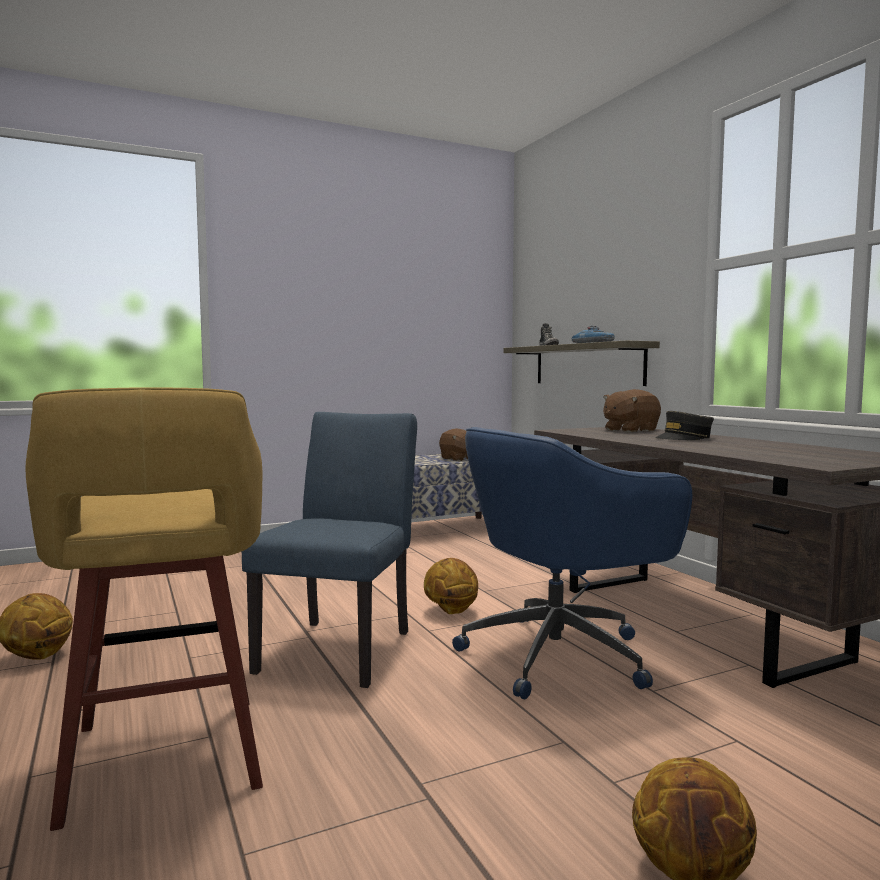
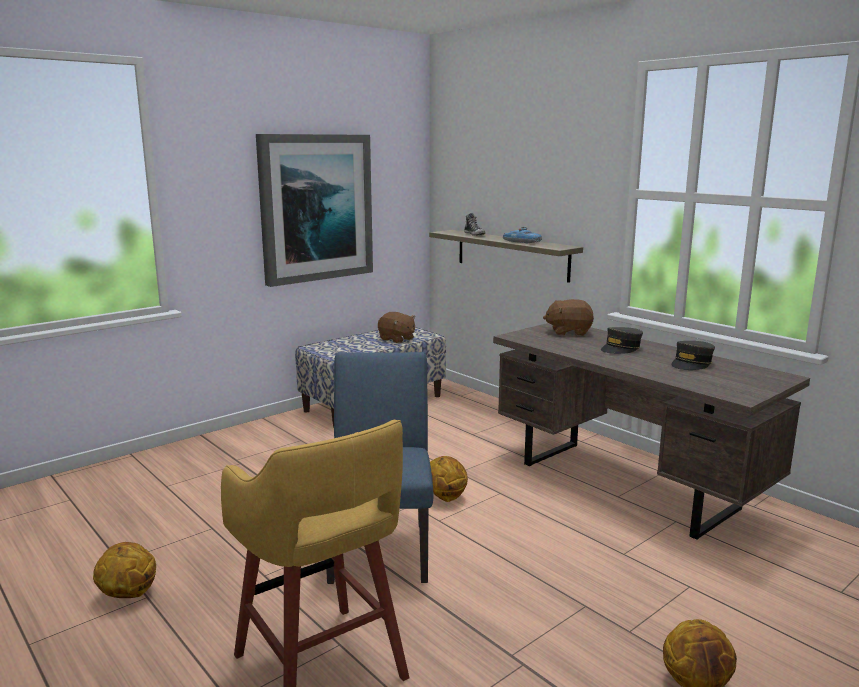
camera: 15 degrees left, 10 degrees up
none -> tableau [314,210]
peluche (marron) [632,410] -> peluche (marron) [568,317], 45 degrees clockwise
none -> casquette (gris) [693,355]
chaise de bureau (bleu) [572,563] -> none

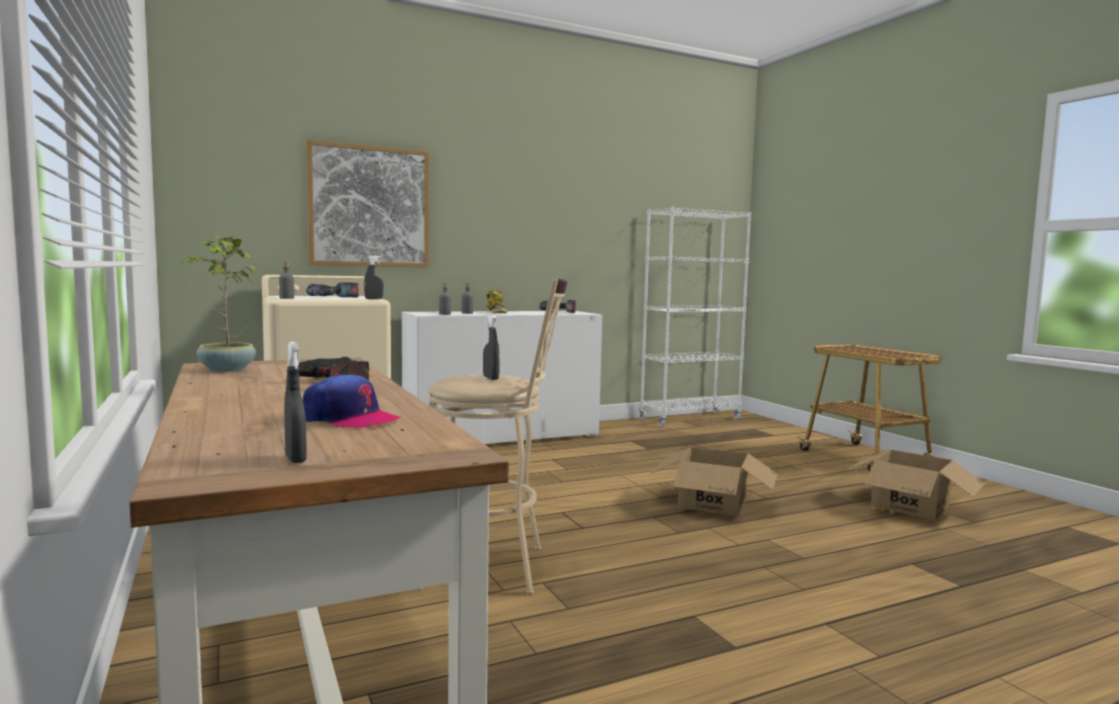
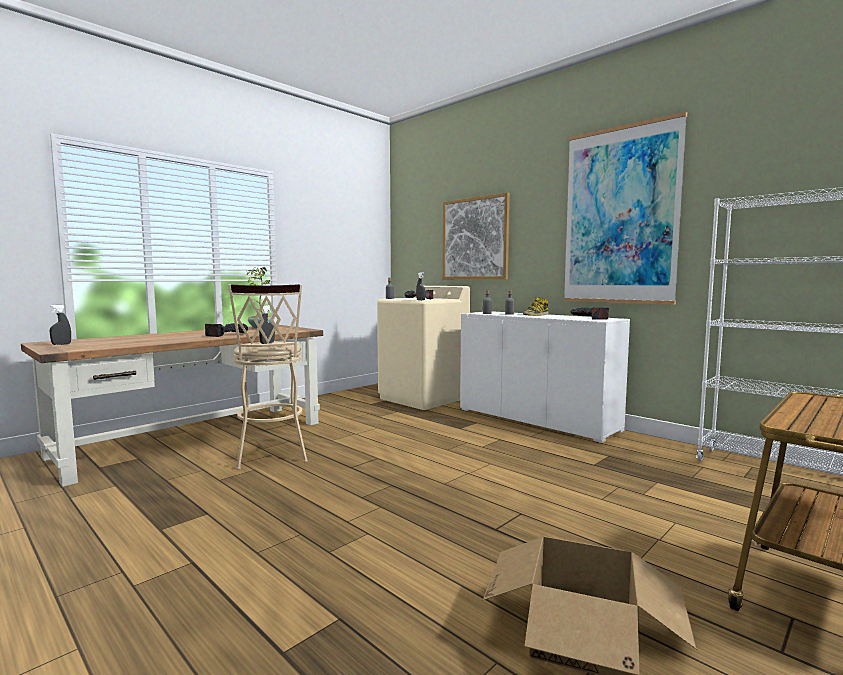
camera: 70 degrees right, 0 degrees up
none -> tableau [625,208]
casquette [352,401] -> none
carton [713,481] -> none

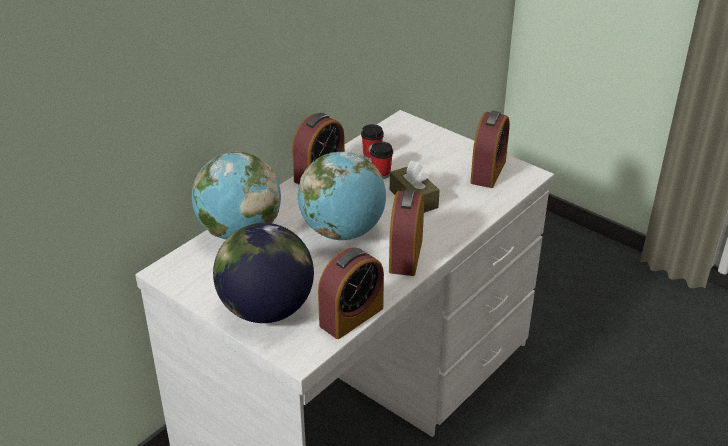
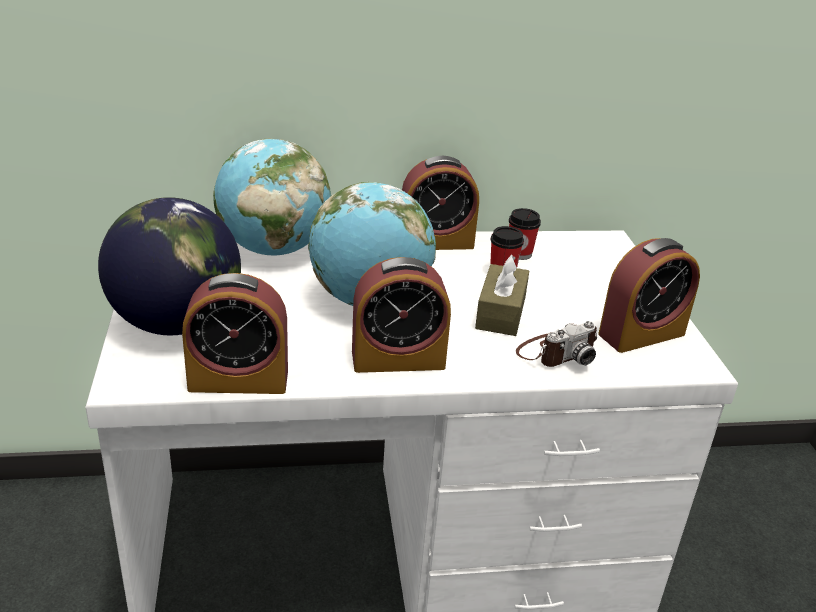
camera: 40 degrees right, 5 degrees down
réveil [406,232] -> réveil [401,315], 150 degrees counterclockwise
none -> appareil photo [556,344]

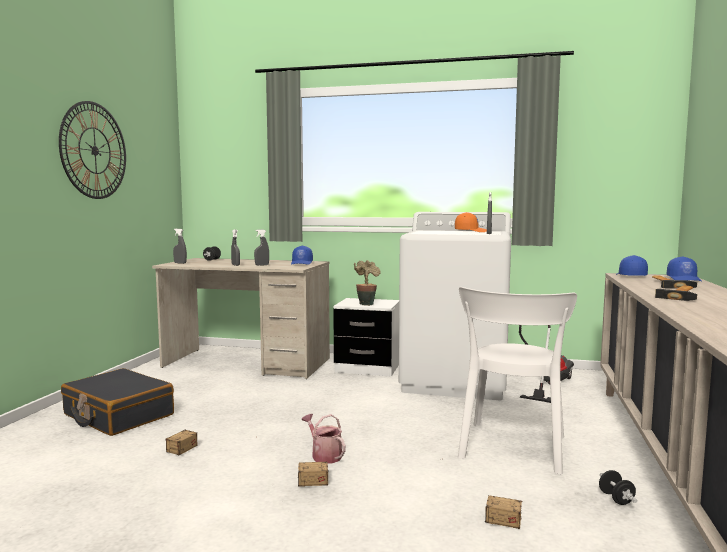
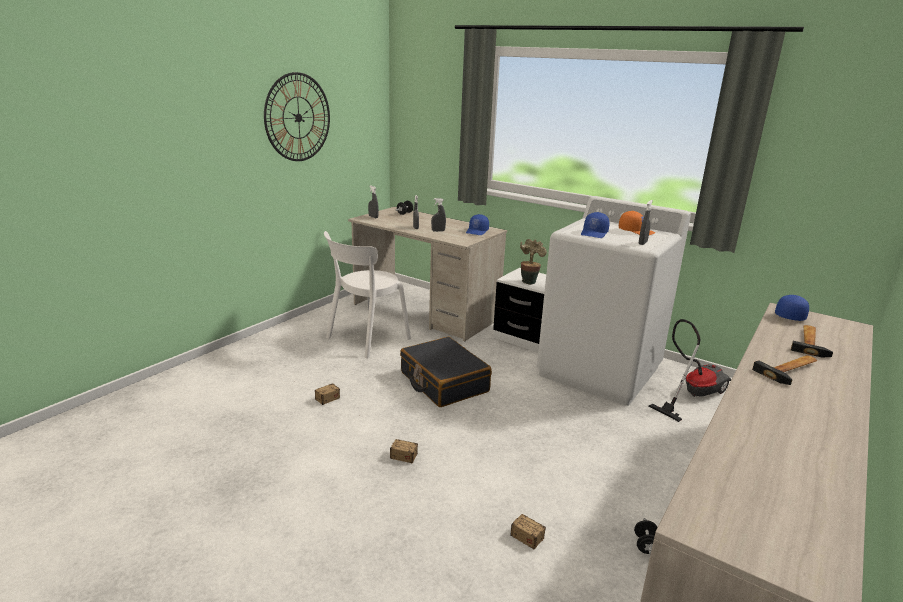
camera: 20 degrees right, 15 degrees up
chaise (blanc) [517,380] -> chaise (blanc) [367,294], relocated
valise (noir) [117,402] -> valise (noir) [446,372], relocated
casquette (bleu) [684,268] -> casquette (bleu) [595,225], relocated
arrosoir [324,439] -> none

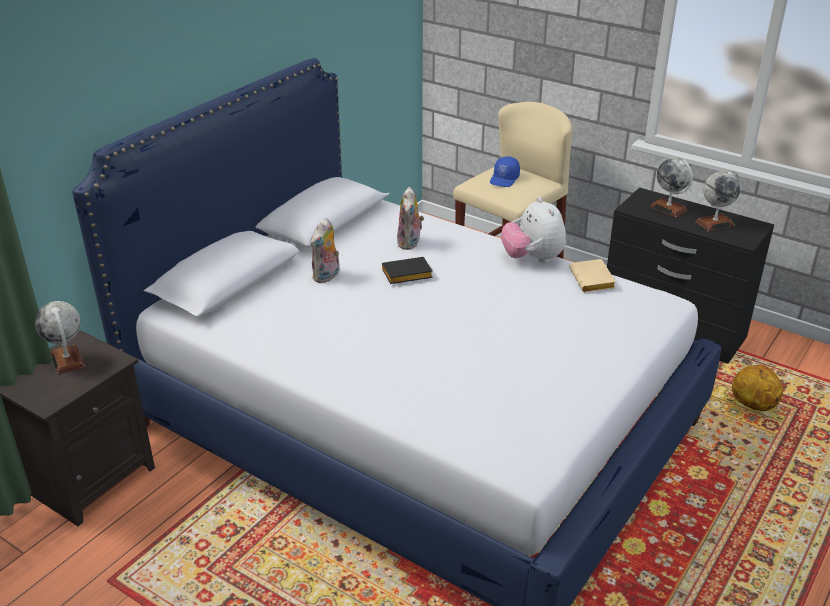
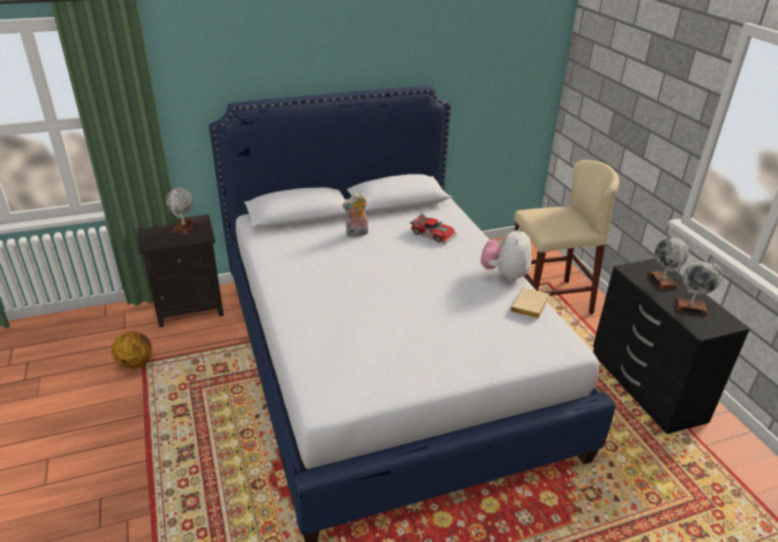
camera: 35 degrees right, 0 degrees up
ballon de basket [757,388] -> ballon de basket [131,350], relocated
peluche [410,218] -> petite voiture [433,229]
livre (noir) [407,270] -> none
casquette (bleu) [505,171] -> none

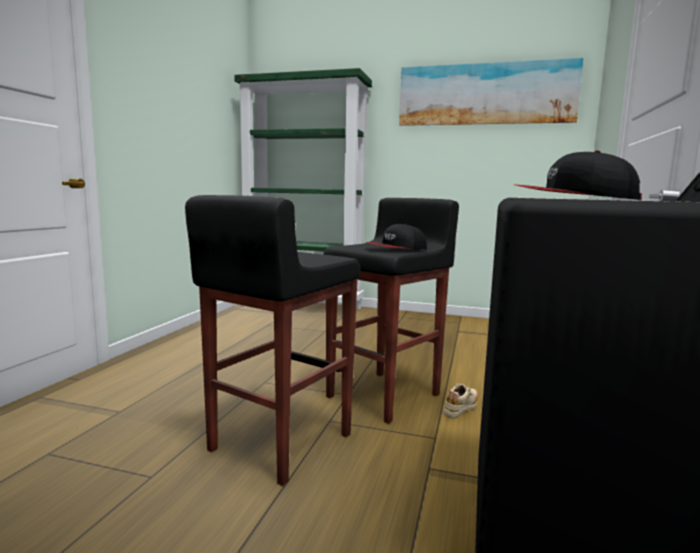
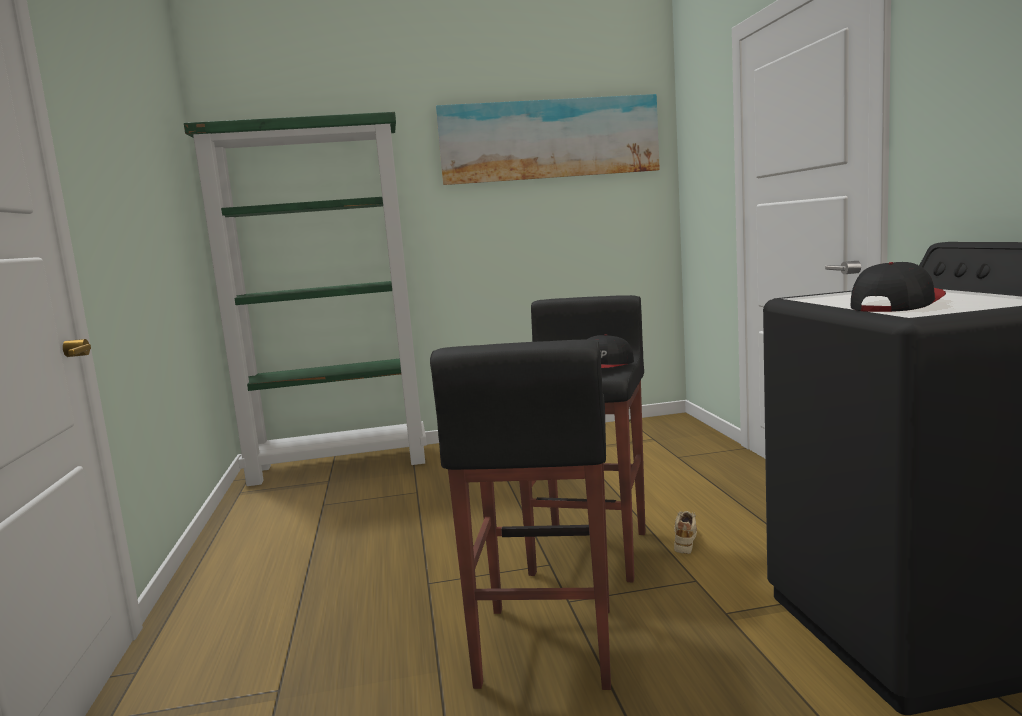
camera: 25 degrees left, 0 degrees up
casquette [579,175] -> casquette [898,287], 135 degrees clockwise

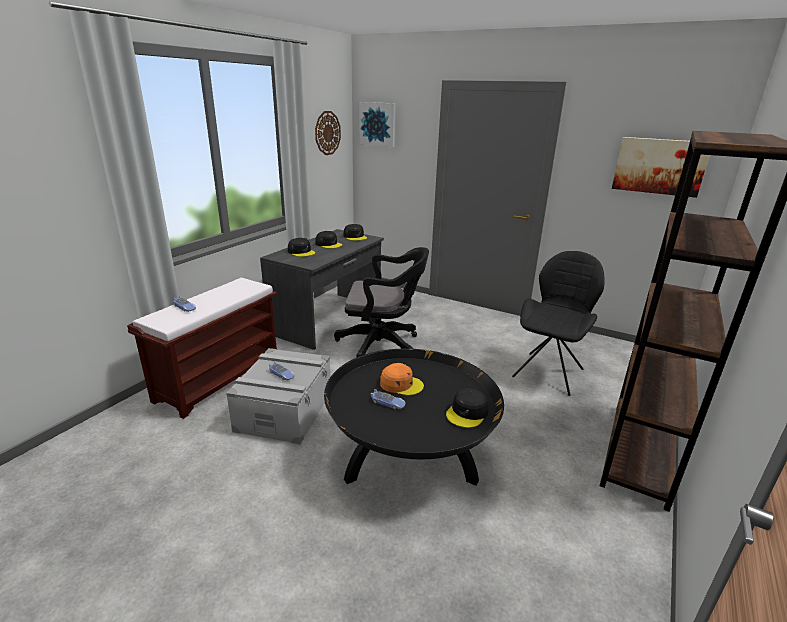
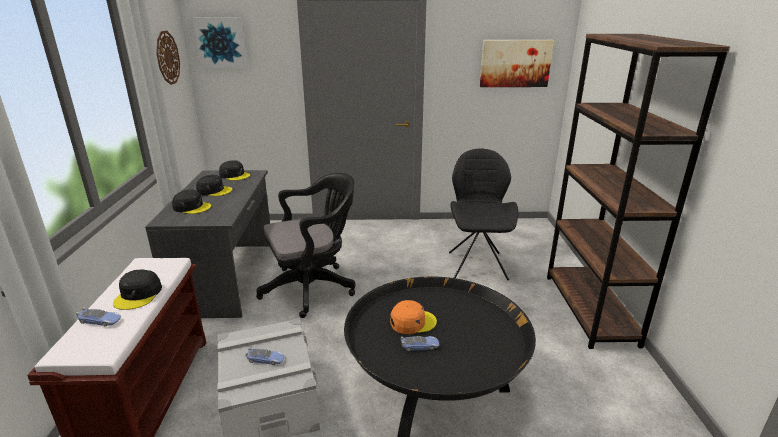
camera: 30 degrees left, 0 degrees up
casquette (noir) [467,408] -> casquette (noir) [137,290], relocated

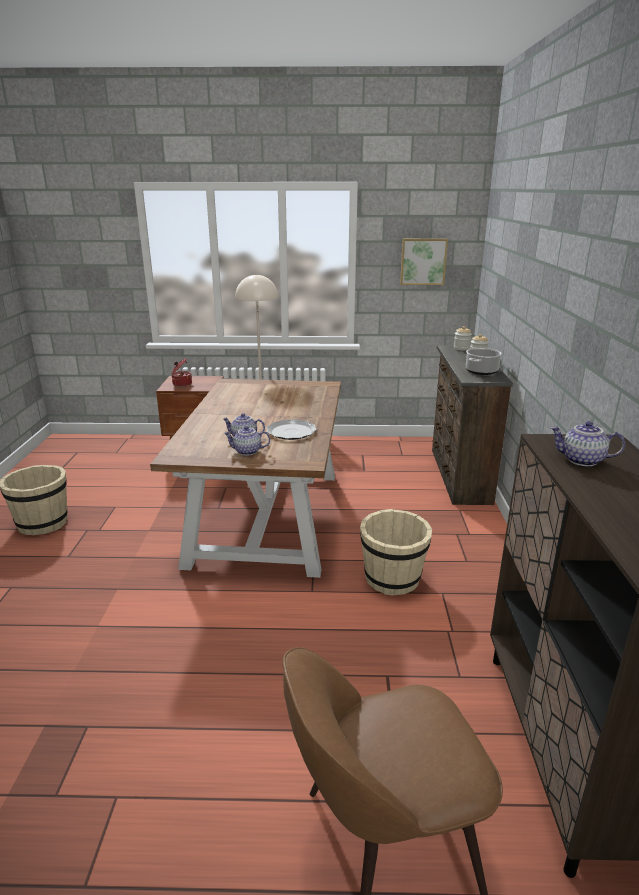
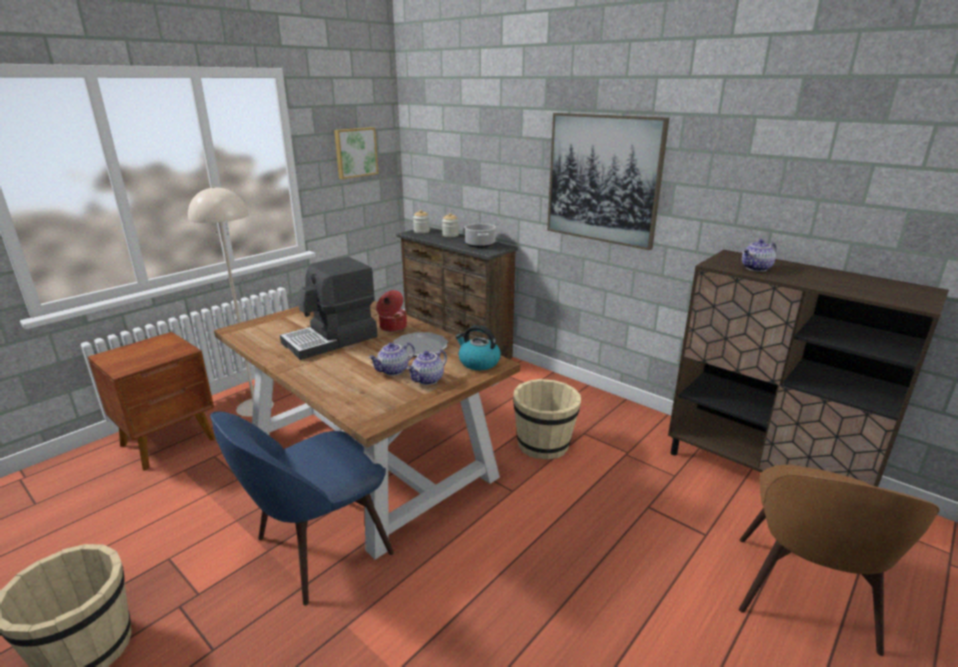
camera: 50 degrees left, 0 degrees up
none -> chaise (bleu) [302,508]
none -> machine à café [329,308]
marmite [181,372] -> marmite [392,311], relocated
none -> bouilloire [478,347]
none -> tableau [608,182]

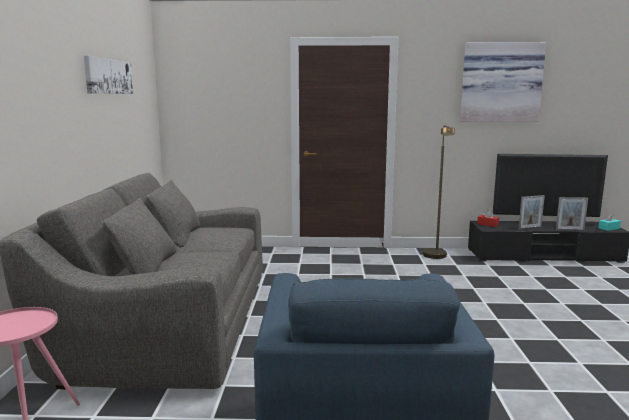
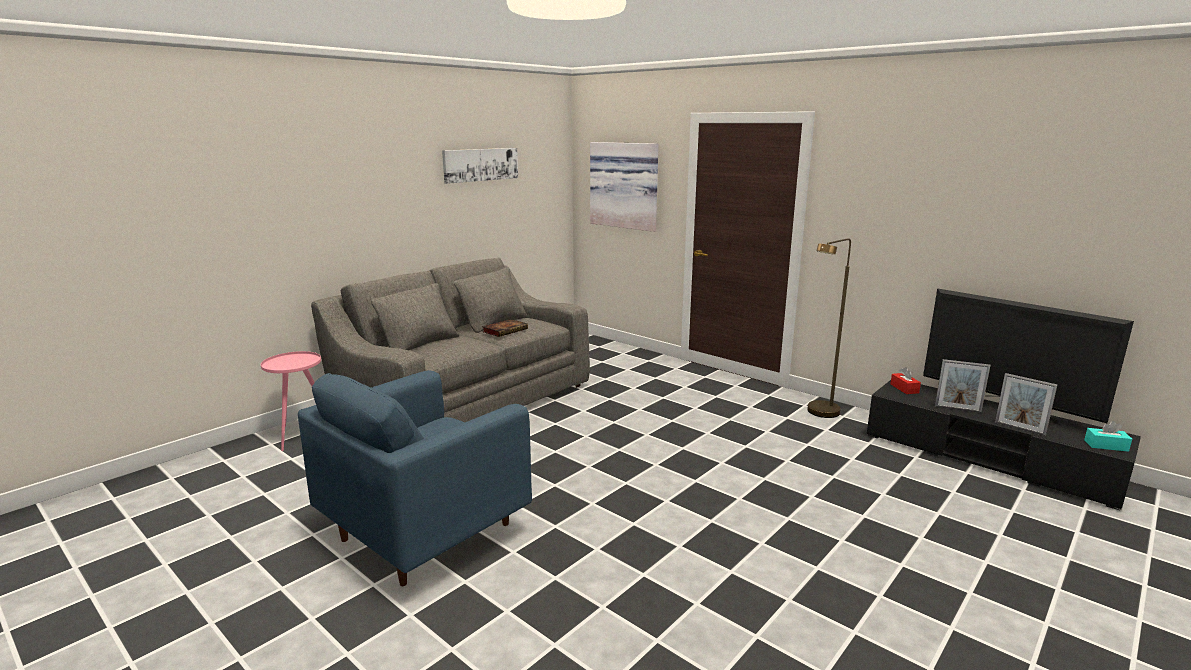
camera: 40 degrees right, 5 degrees up
none -> livre [505,328]
tableau [503,82] -> tableau [624,187], relocated

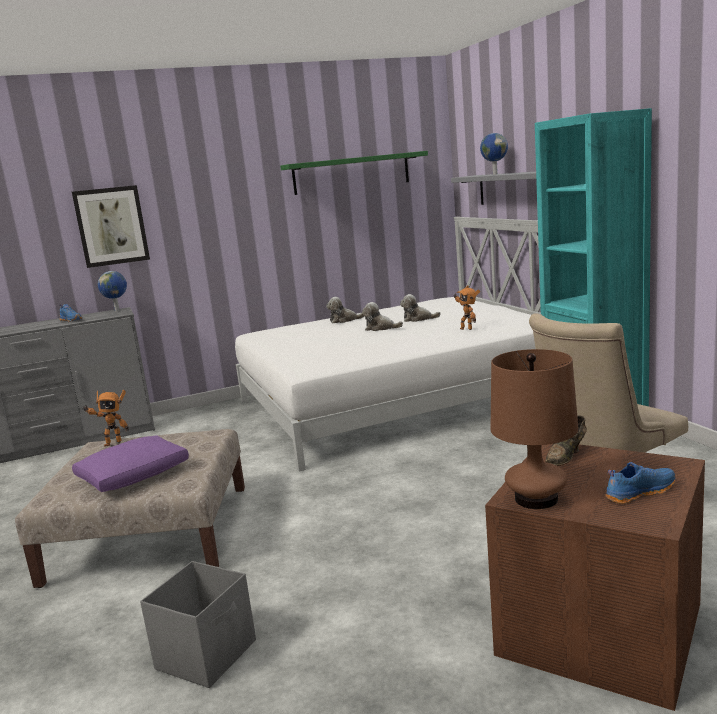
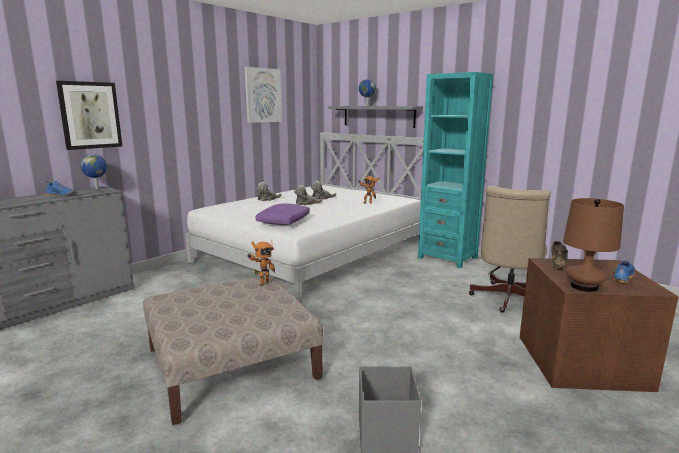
camera: 30 degrees left, 0 degrees up
étagère (vert) [354,173] -> tableau [263,95]
robot jouet [106,418] -> robot jouet [261,263], relocated
coussin (violet) [130,463] -> coussin (violet) [283,214], relocated

